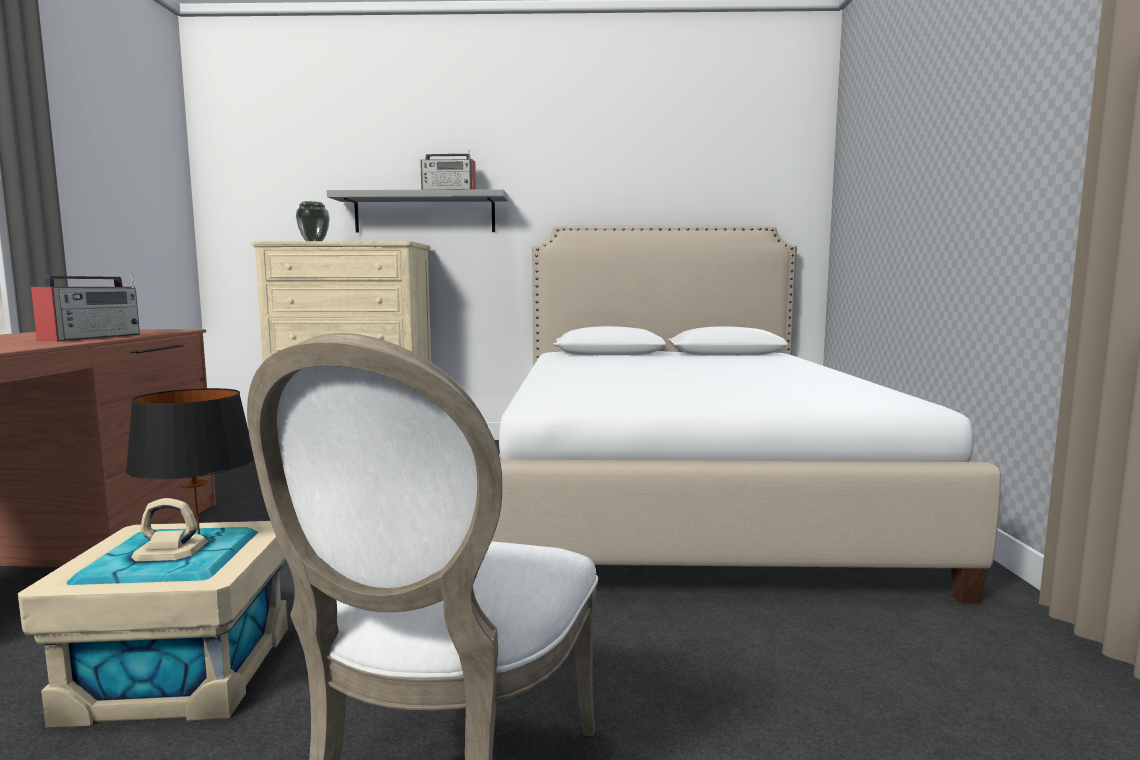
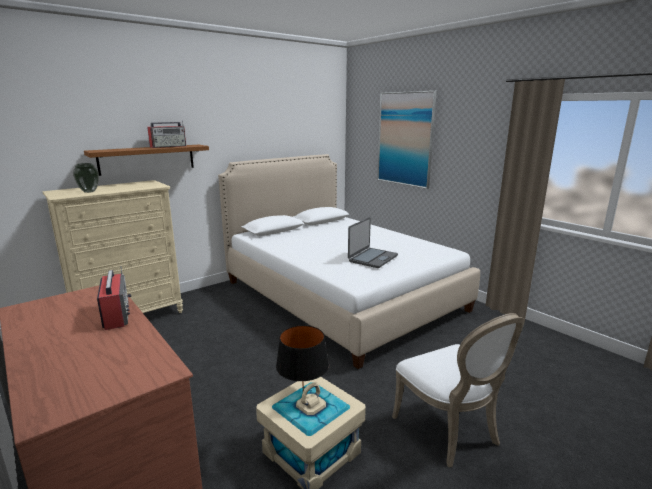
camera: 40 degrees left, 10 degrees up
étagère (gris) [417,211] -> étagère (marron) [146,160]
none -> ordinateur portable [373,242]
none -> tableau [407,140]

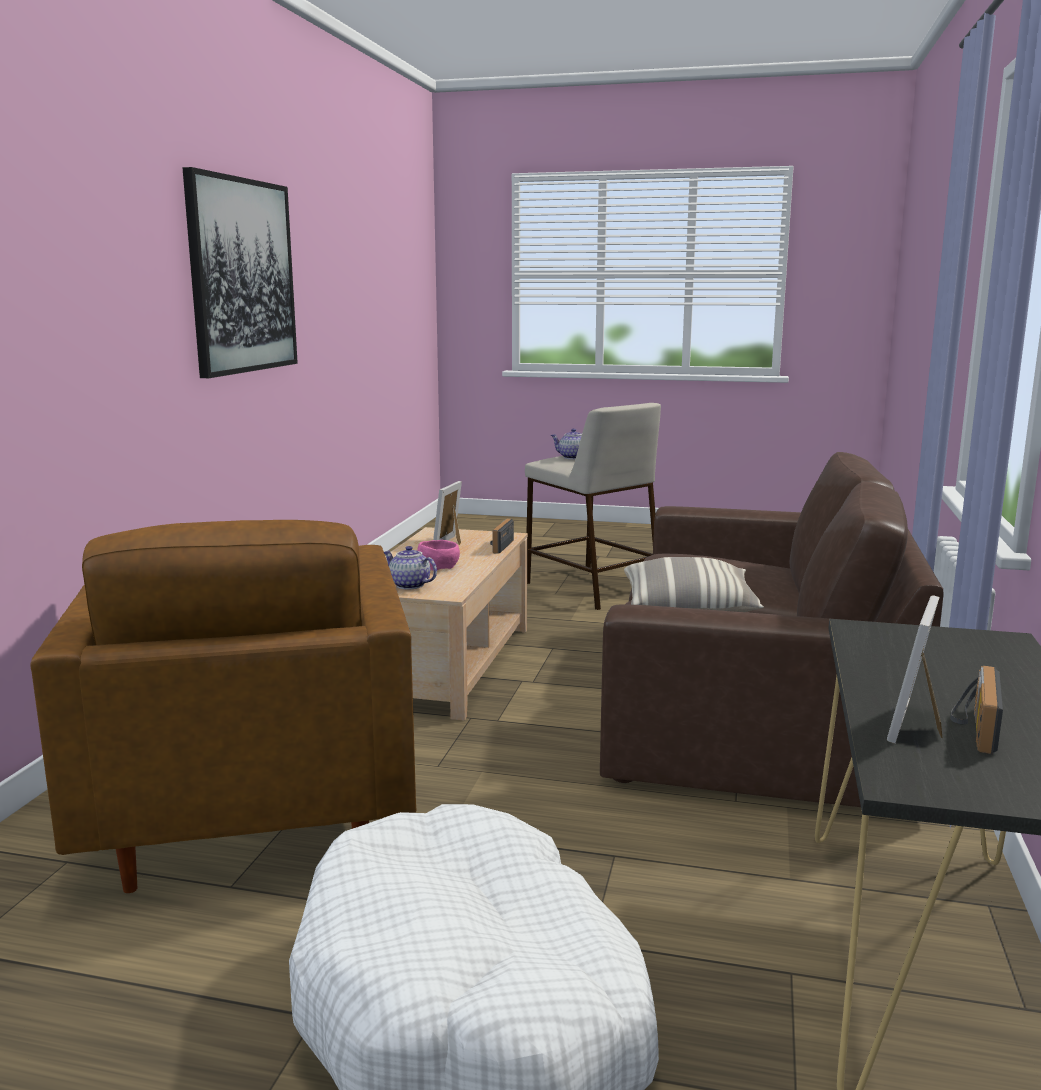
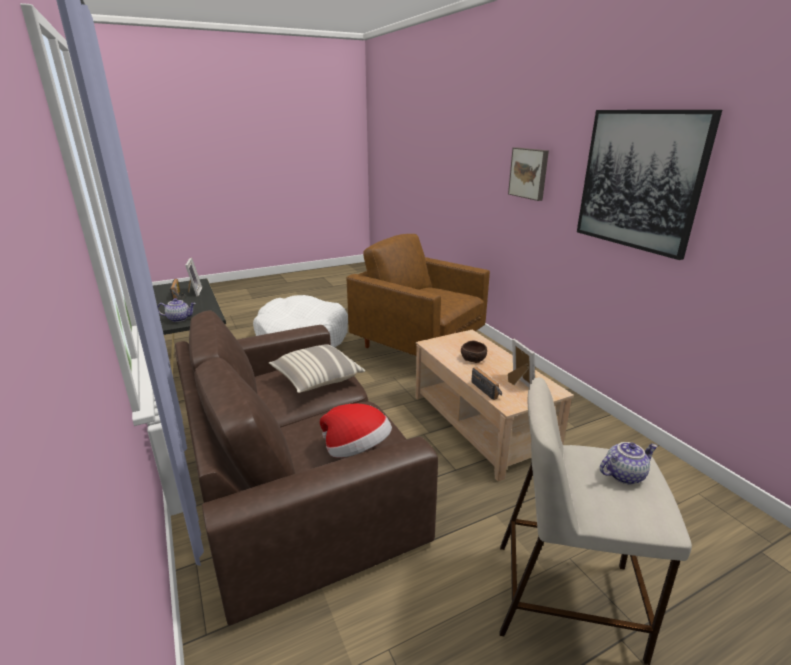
camera: 140 degrees right, 10 degrees up
théière [410,567] -> théière [177,310], relocated
none -> chapeau [356,431]
bol (rose) [438,555] -> bol (marron) [474,352]
none -> tableau [528,174]

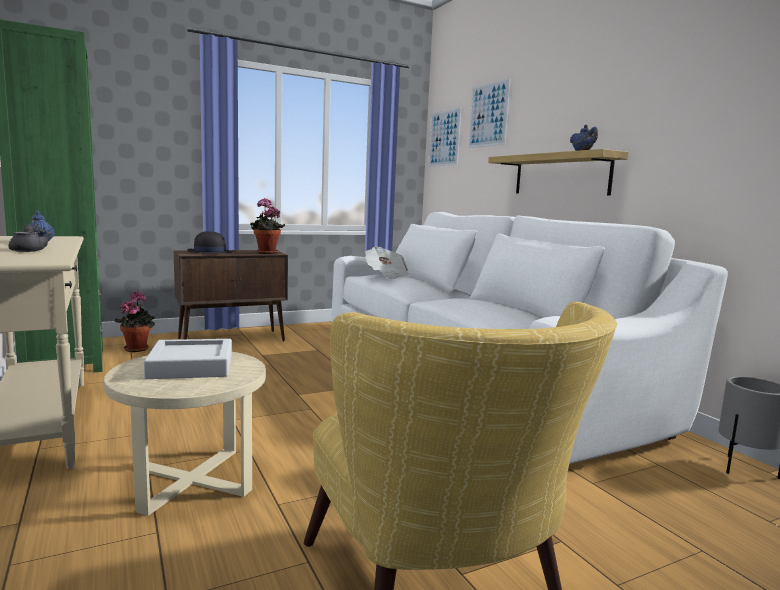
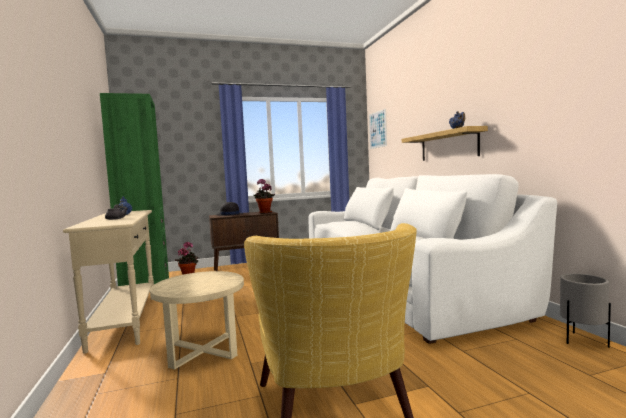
camera: 10 degrees right, 5 degrees down
plateau (gris) [188,359] -> none
journal [387,263] -> none
tableau [489,113] -> none

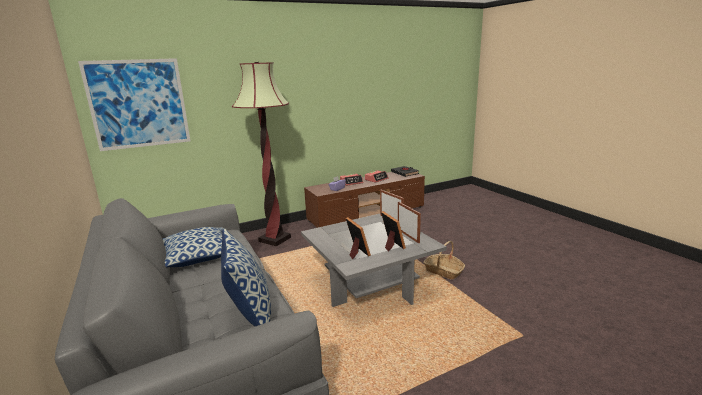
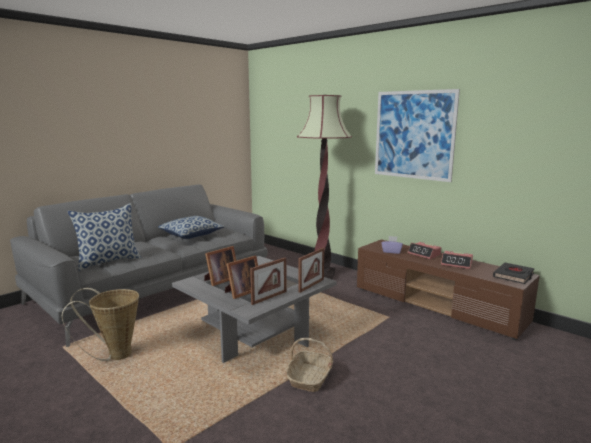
camera: 70 degrees right, 5 degrees down
none -> panier [100,324]
tableau [134,104] -> tableau [417,135], relocated

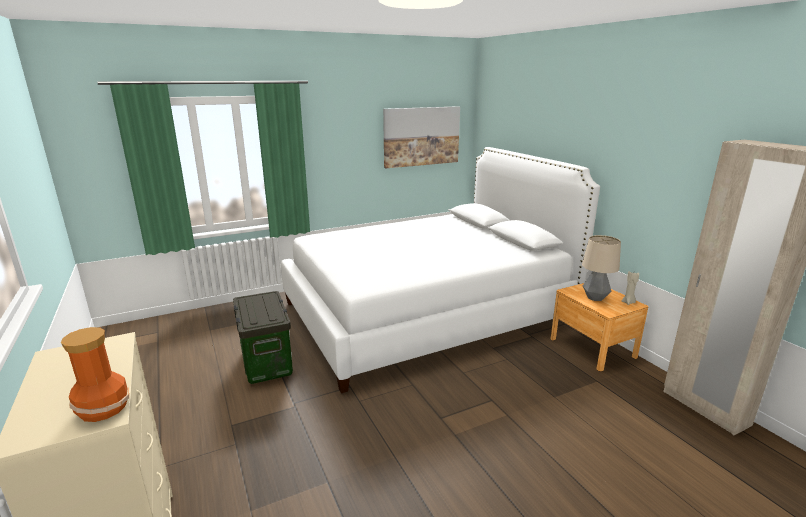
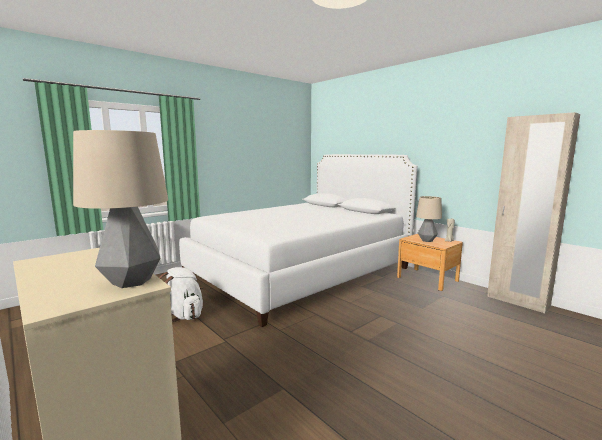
camera: 15 degrees left, 10 degrees down
vase [95,374] -> lampe de table [120,209]
boîte de rangement [263,337] -> sac à dos (blanc) [181,294]
tableau [421,137] -> none

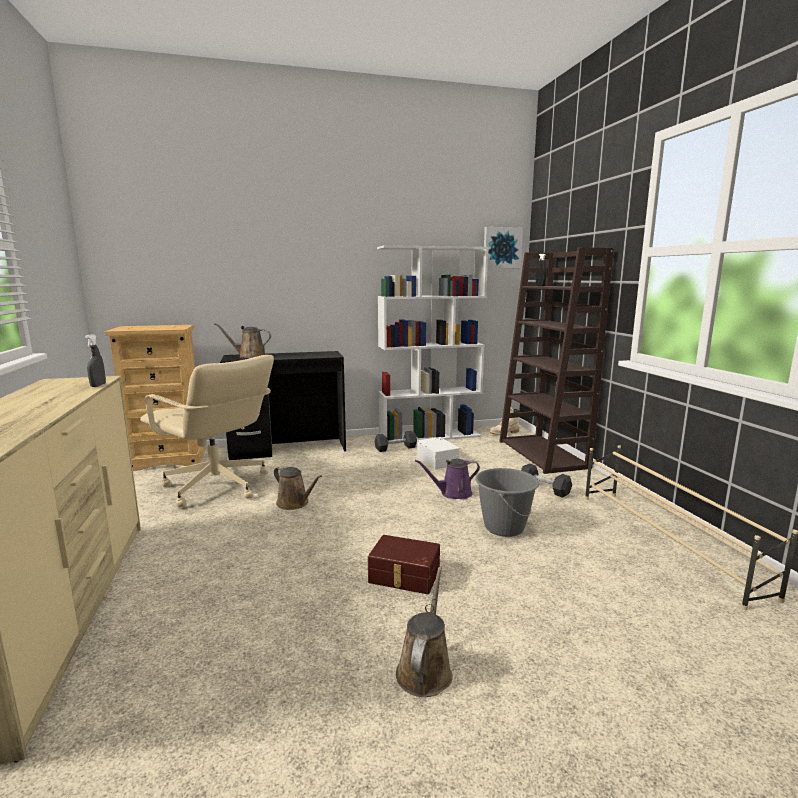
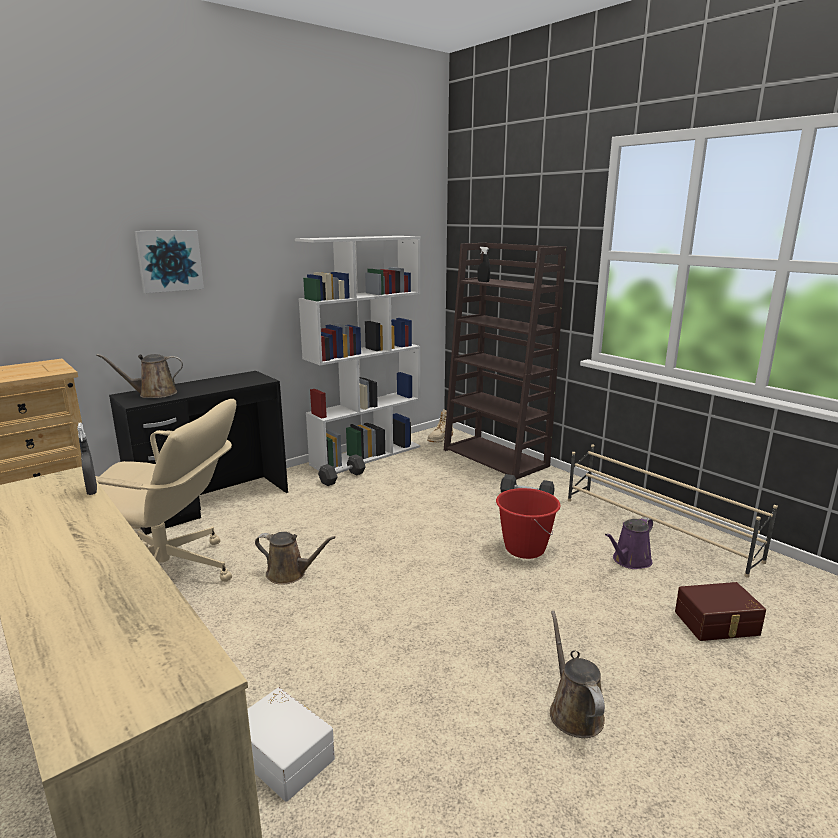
camera: 25 degrees left, 5 degrees up
tableau [503,247] -> tableau [169,261], relocated
boîte de rangement (blanc) [438,453] -> boîte de rangement (blanc) [291,744], relocated
seau (gris) [507,502] -> seau (rouge) [528,523]
arrosoir (violet) [447,479] -> arrosoir (violet) [629,543], relocated
boîte de rangement (marron) [404,564] -> boîte de rangement (marron) [720,611], relocated

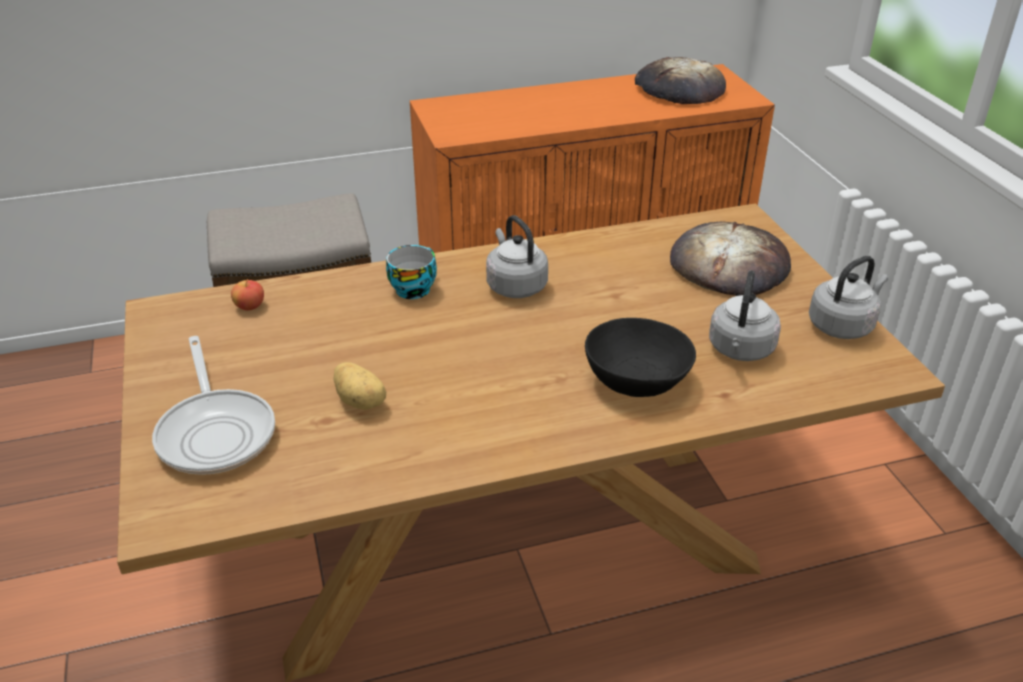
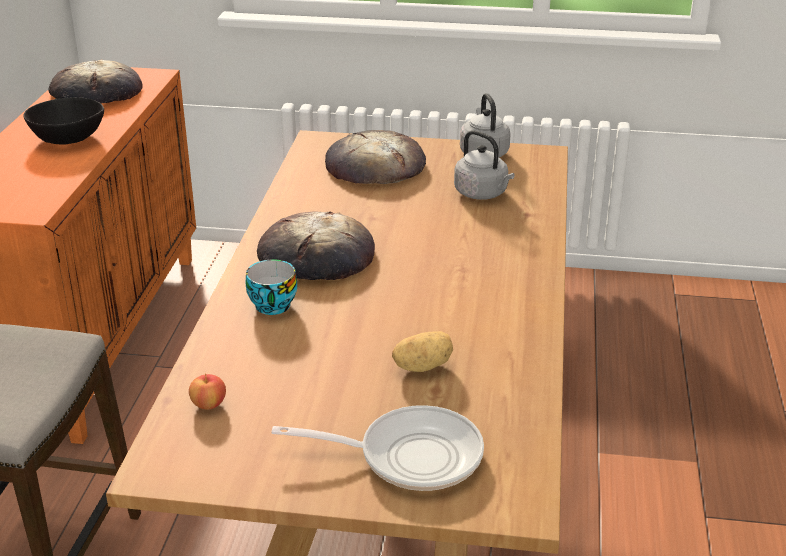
camera: 65 degrees left, 5 degrees down
bol (noir) [640,357] -> bol (noir) [63,121], relocated
bouilloire (gris) [517,256] -> pain [316,245]

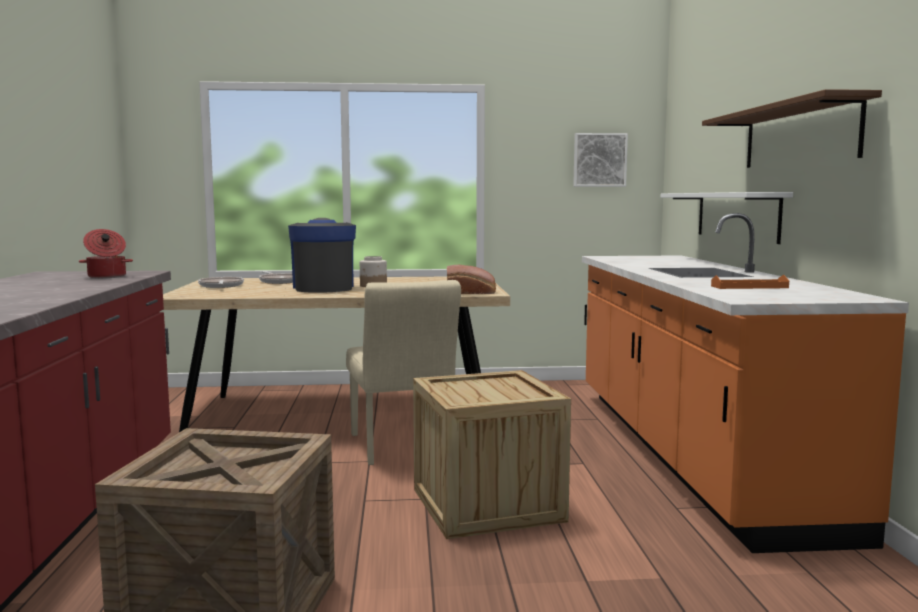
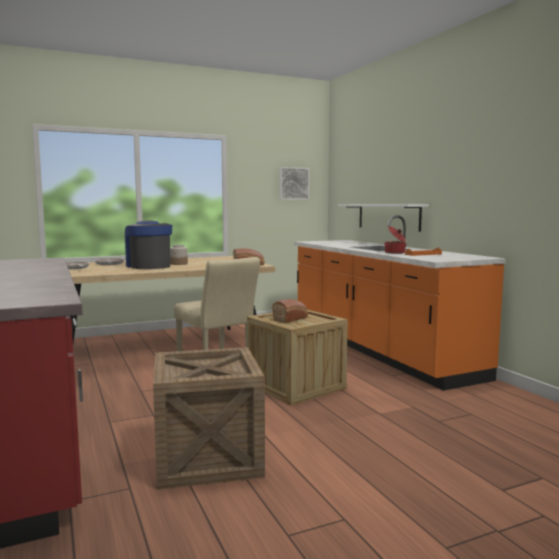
camera: 20 degrees left, 0 degrees up
none -> pain [290,311]
marmite [106,253] -> marmite [395,240], relocated
étagère (marron) [792,128] -> none

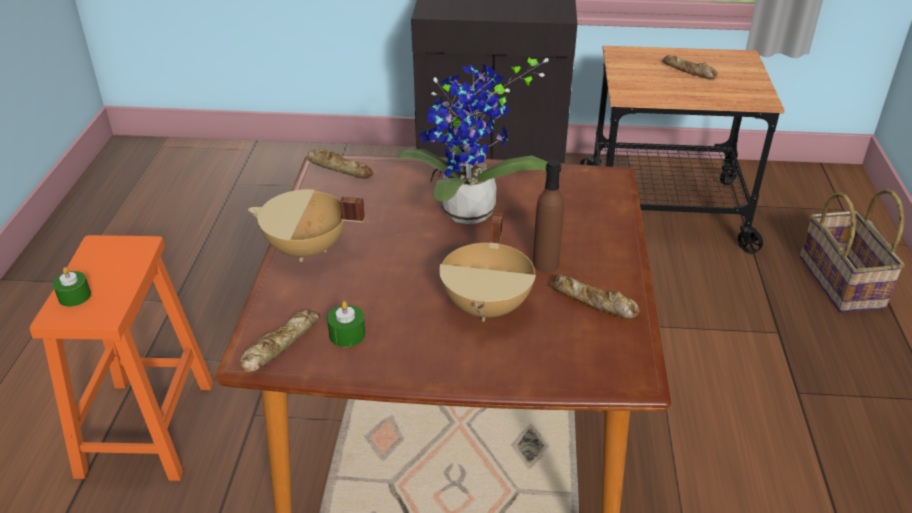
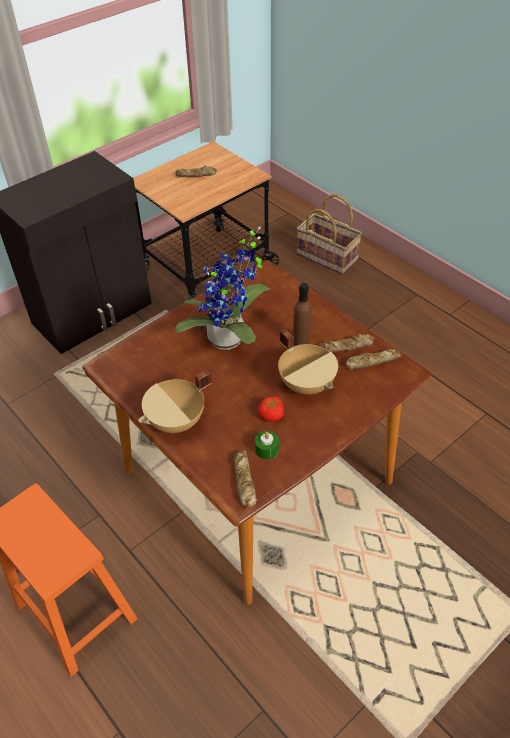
camera: 45 degrees left, 10 degrees up
none -> tomate [271,409]
pain [340,164] -> pain [373,359], relocated
bougie (vert) [72,287] -> none

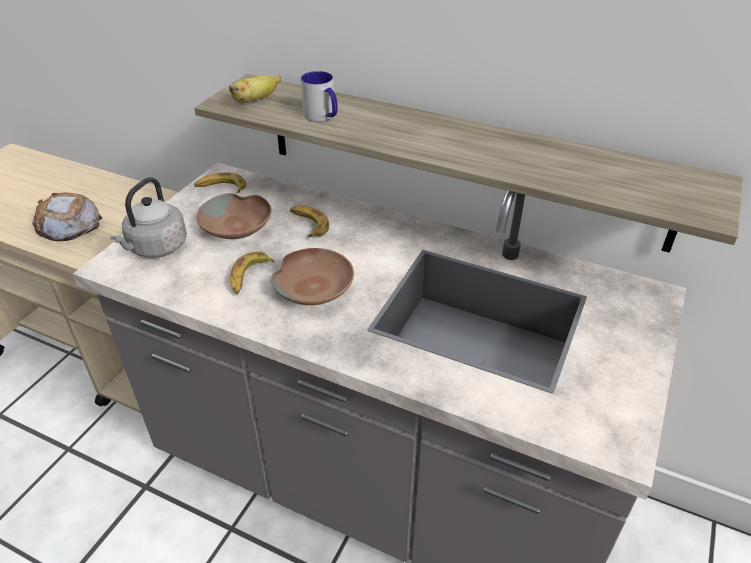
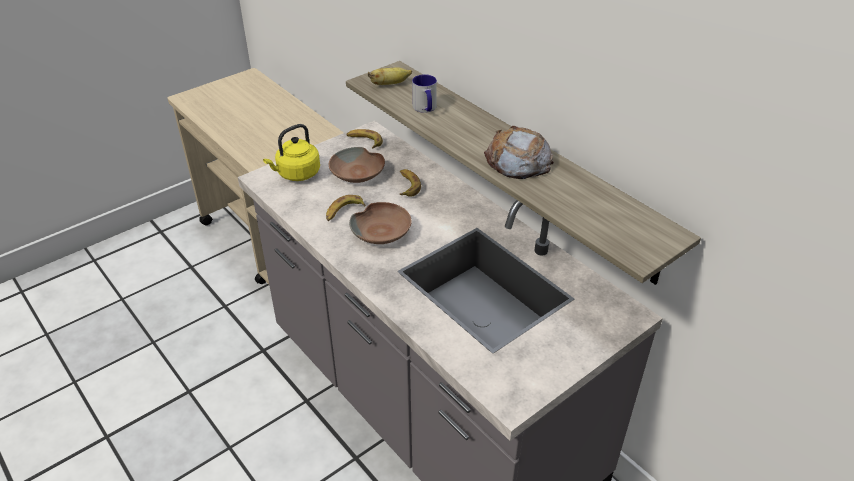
camera: 25 degrees right, 0 degrees up
bouilloire (gris) [149,217] -> bouilloire (jaune) [291,152]
pain [67,216] -> pain [519,152], relocated

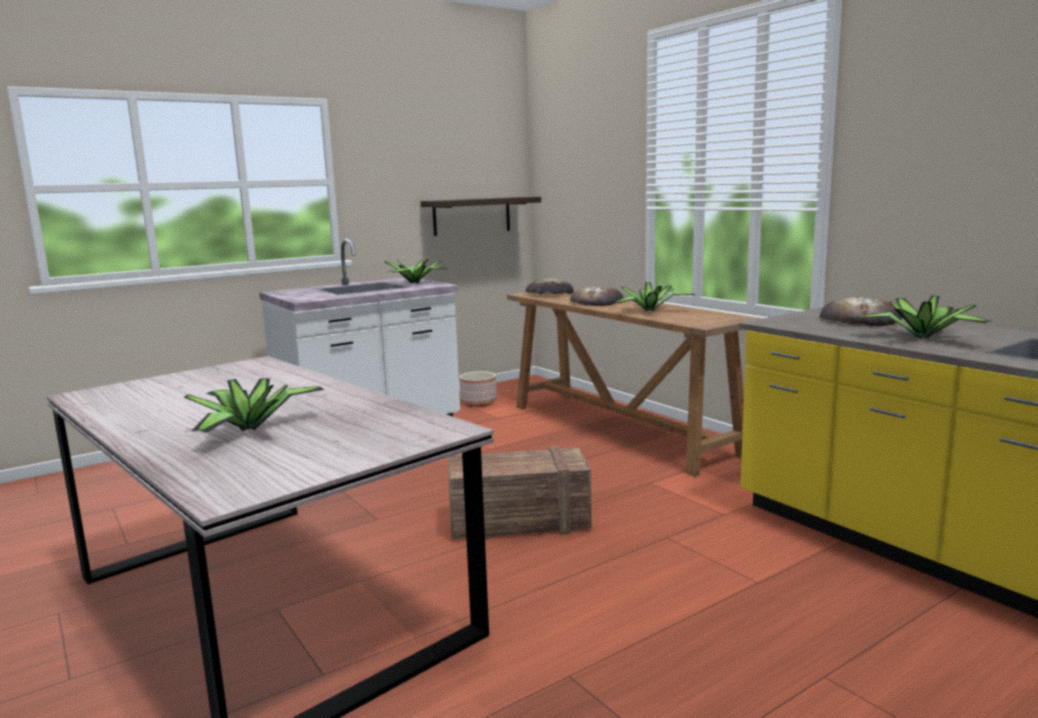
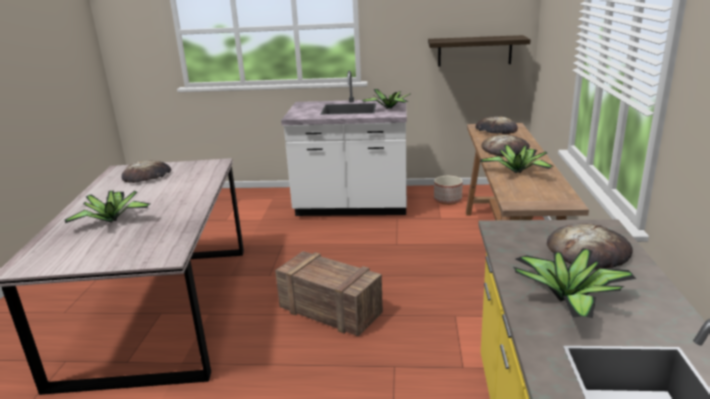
camera: 40 degrees right, 10 degrees up
none -> pain [146,171]

